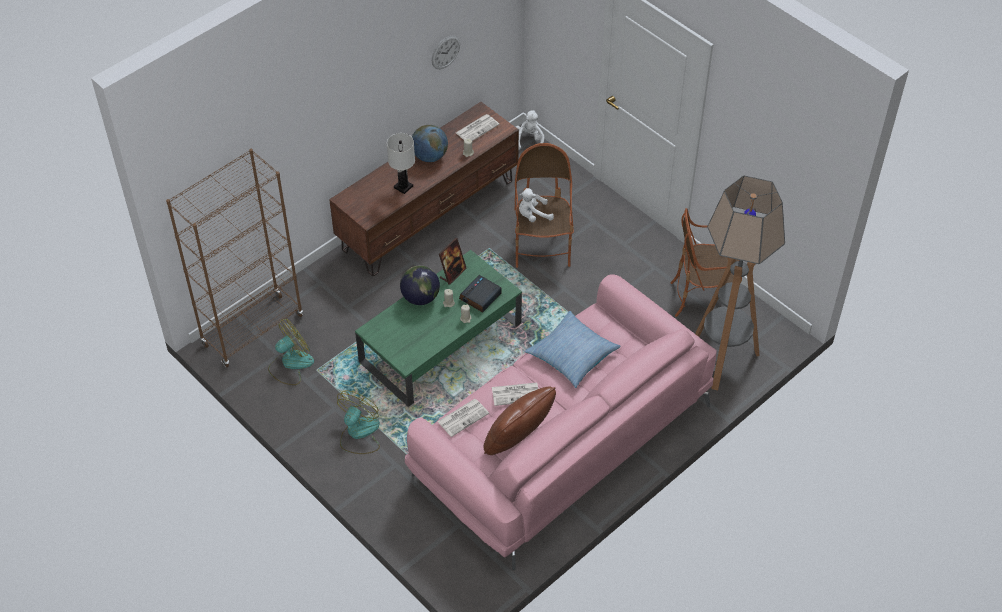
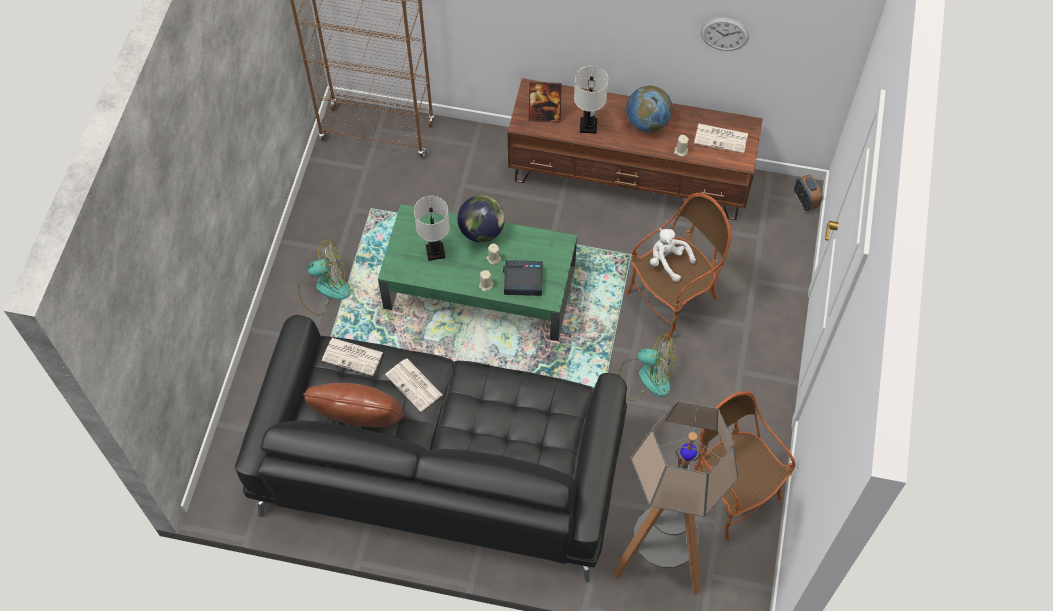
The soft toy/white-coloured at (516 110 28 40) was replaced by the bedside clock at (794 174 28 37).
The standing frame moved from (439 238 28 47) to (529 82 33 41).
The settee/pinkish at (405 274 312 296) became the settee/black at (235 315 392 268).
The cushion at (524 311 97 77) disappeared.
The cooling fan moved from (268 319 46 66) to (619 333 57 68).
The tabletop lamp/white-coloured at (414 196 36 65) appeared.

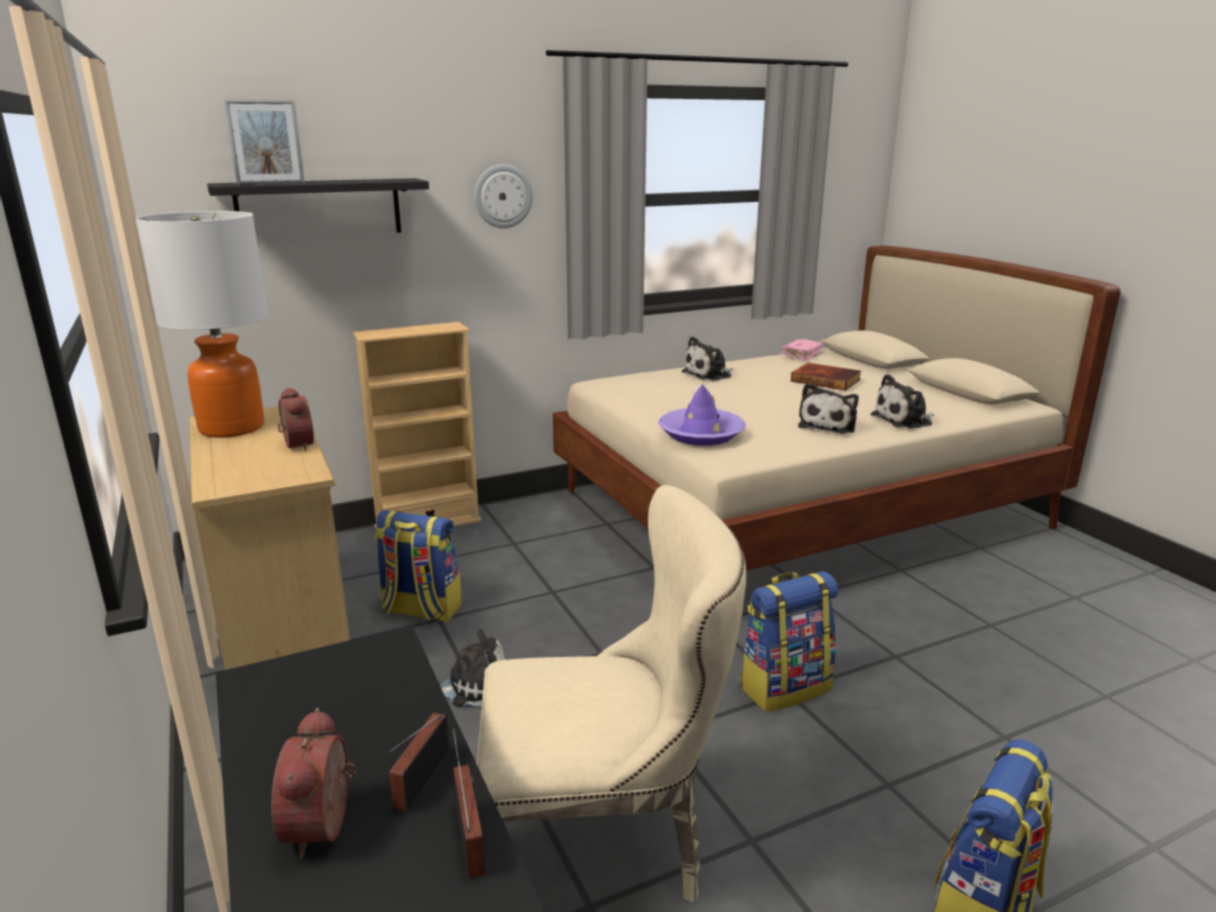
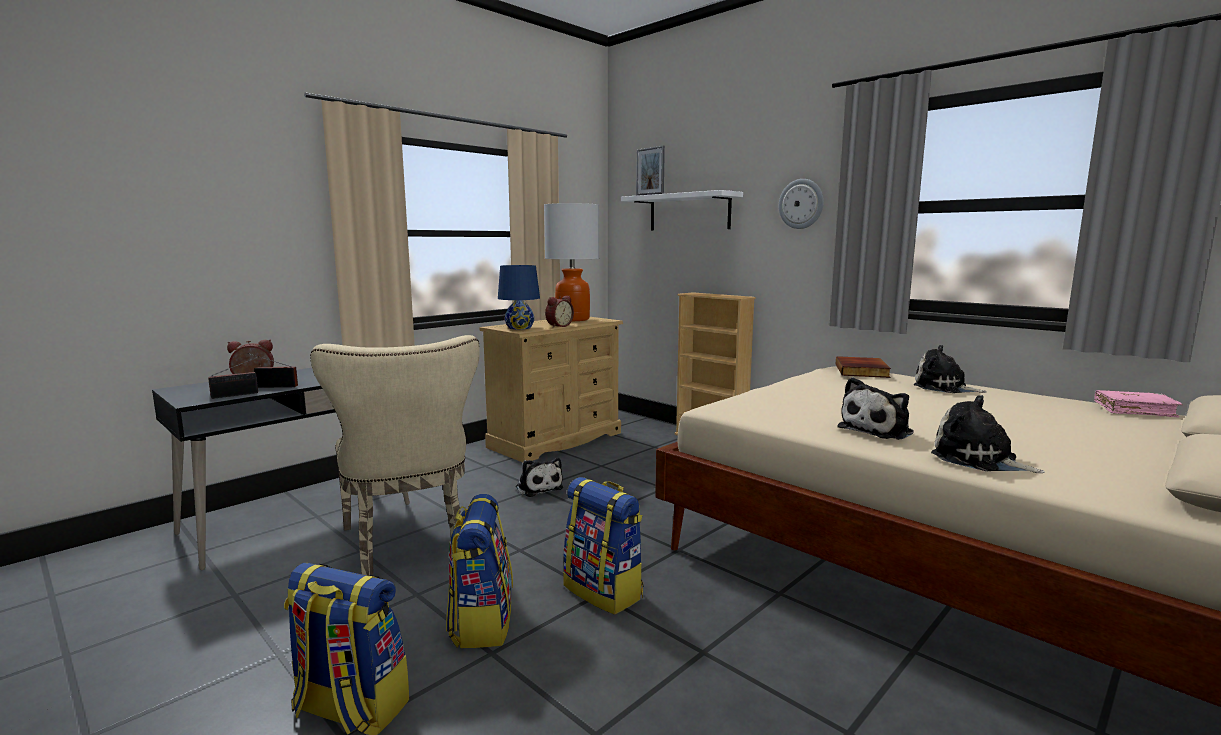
The shelf/black at (207 178 222 55) became the shelf/white-coloured at (621 190 122 40).
The book moved from (791 363 70 28) to (836 356 55 22).
The soft toy at (798 383 61 51) turned 45 degrees counterclockwise.
The hat/purple at (658 384 88 62) disappeared.
The backpack moved from (375 510 86 112) to (446 494 67 154).
The tabletop lamp/blue at (498 265 42 65) appeared.

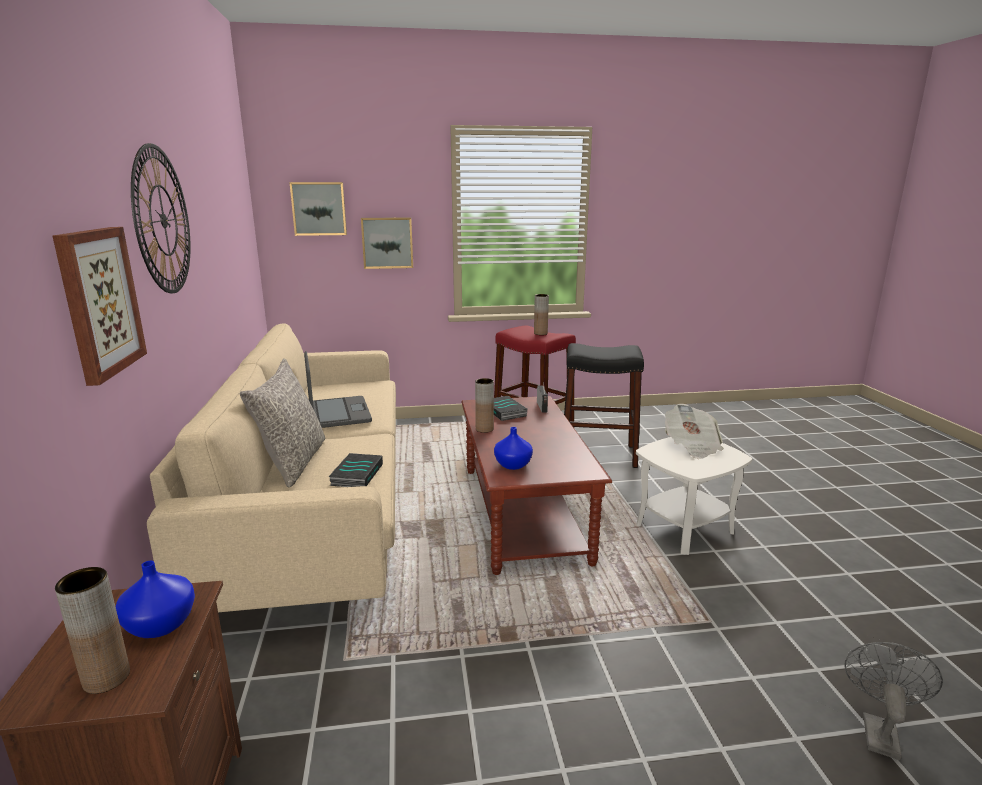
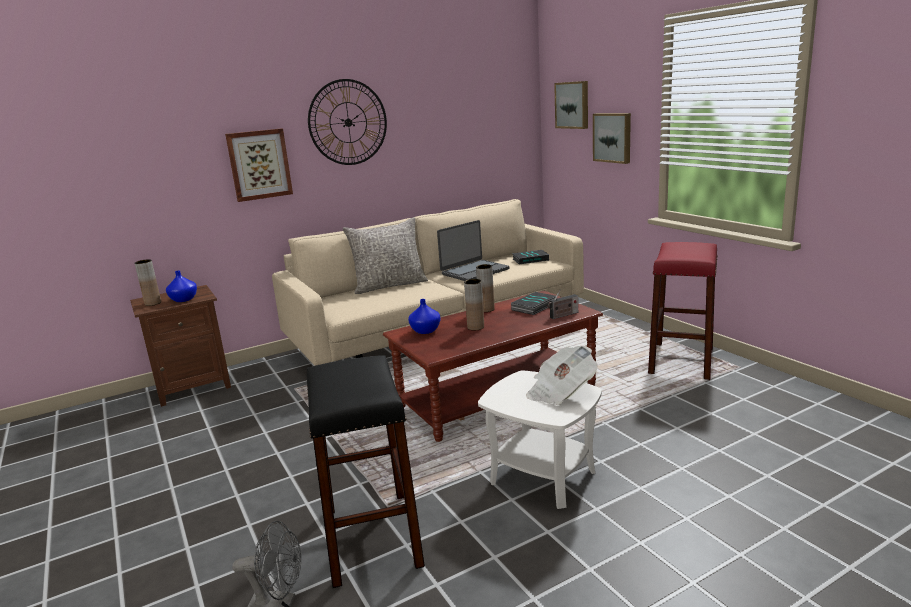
The vase/brownish moved from (534 294 15 41) to (464 279 20 51).
The sitting stool/black moved from (564 343 80 125) to (307 355 118 233).
The book moved from (328 453 55 34) to (512 250 37 14).

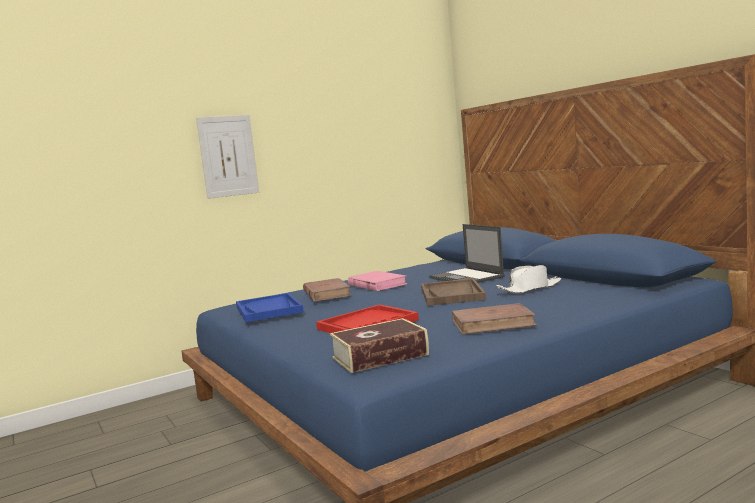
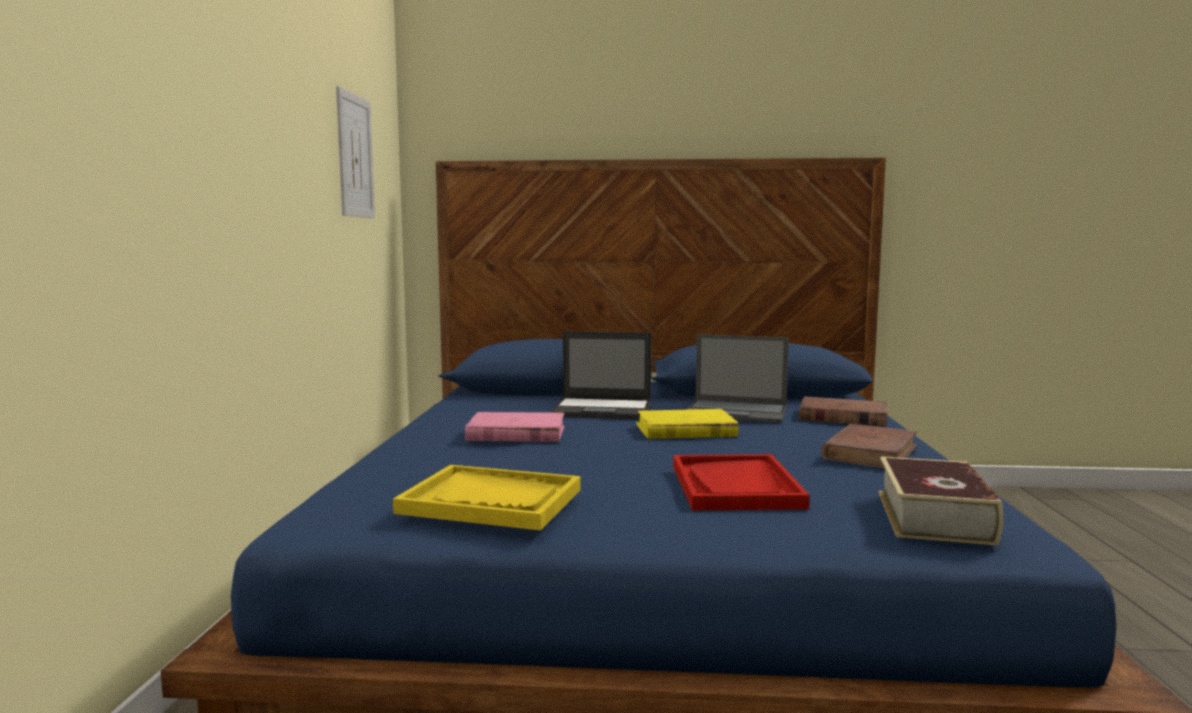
The wall picture moved from (196 115 63 84) to (336 86 39 132).
The hat/white-coloured at (496 265 65 28) was replaced by the portable computer at (687 334 102 89).
The book/brownish moved from (303 278 49 23) to (799 396 88 30).
The tray/brownish at (421 278 65 28) was replaced by the book/yellow-coloured at (636 409 103 30).
The tray/blue at (236 293 68 29) became the tray/yellow-coloured at (393 465 188 65).

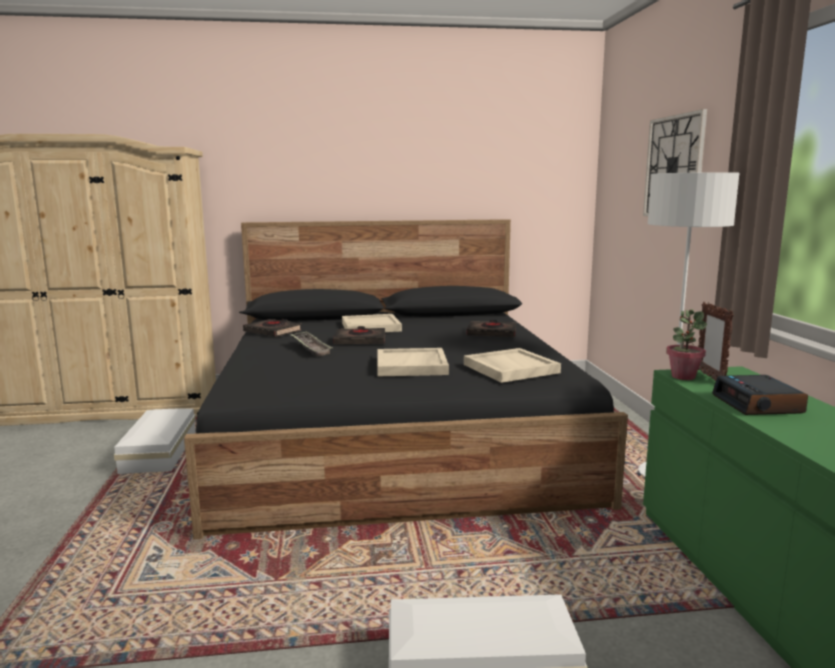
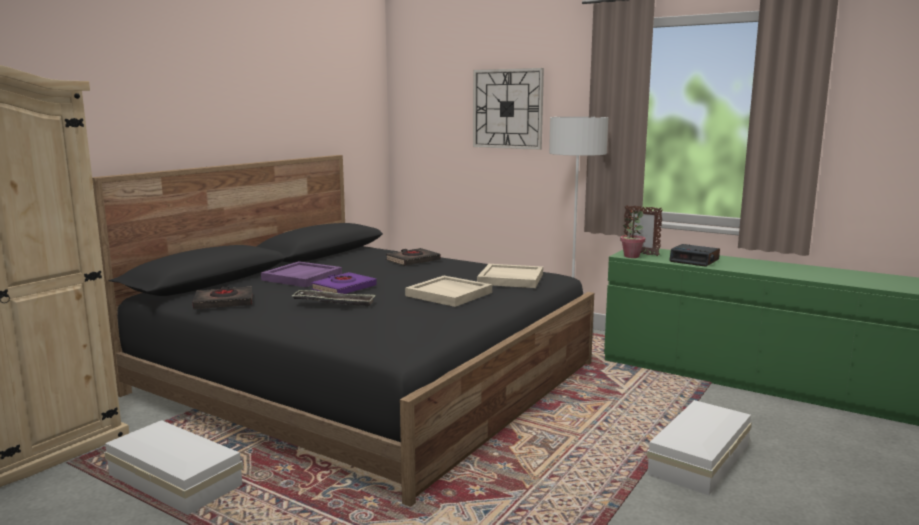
The tray/beige at (342 314 60 18) became the tray/purple at (261 261 81 26).
The book/black at (333 326 52 18) became the book/purple at (311 272 66 22).

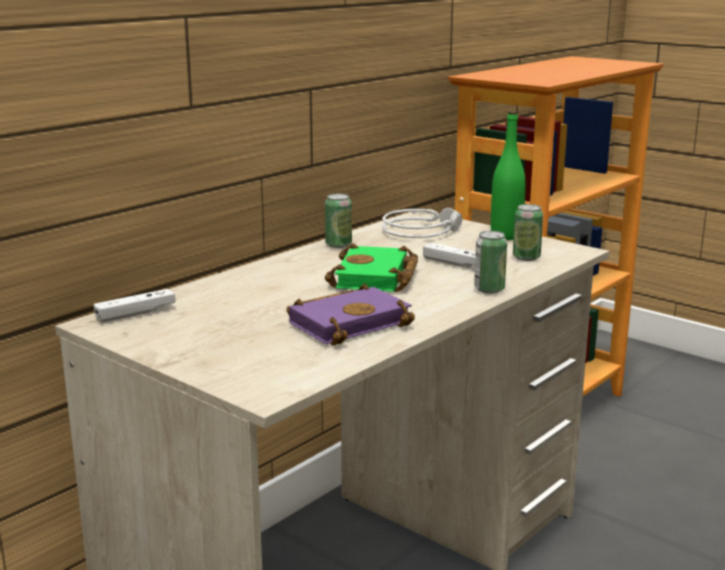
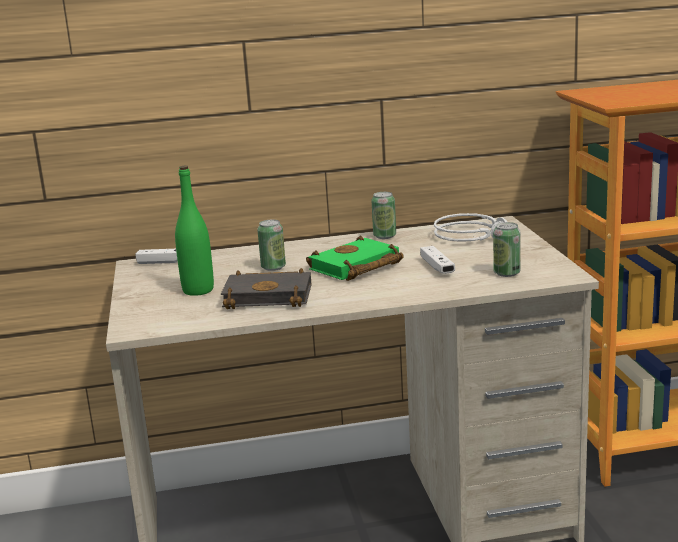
The bottle/greenish moved from (491 111 35 129) to (175 166 39 130).
The metal can moved from (474 231 33 63) to (257 220 29 51).
The book/purple at (287 283 128 62) became the book/black at (221 268 91 41).

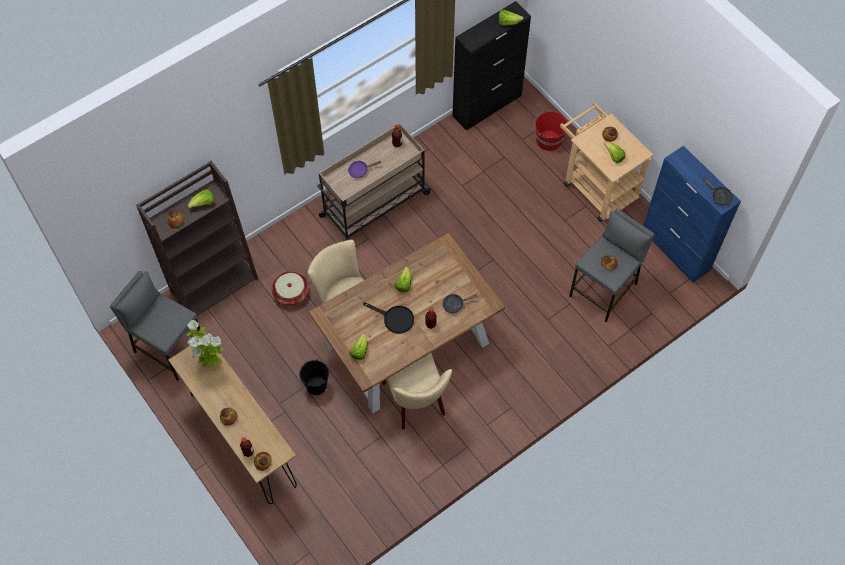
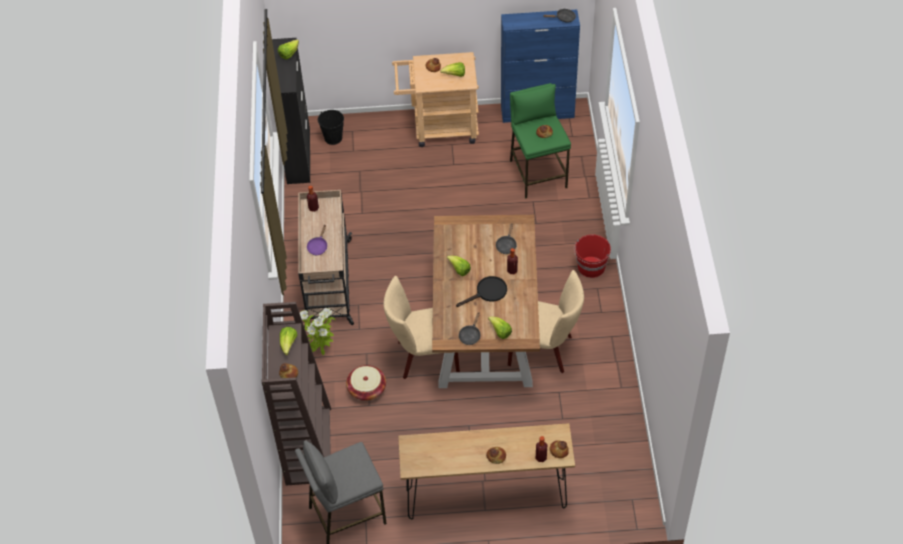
The water bucket/reddish moved from (534 110 34 41) to (574 234 37 44).
The sitting stool/grey at (569 209 86 113) became the sitting stool/greenish at (510 83 61 116).
The houseplant moved from (187 320 37 47) to (300 308 35 47).
The water bucket/black moved from (299 359 30 36) to (318 110 26 35).
The skillet/black at (459 312 22 33) appeared.

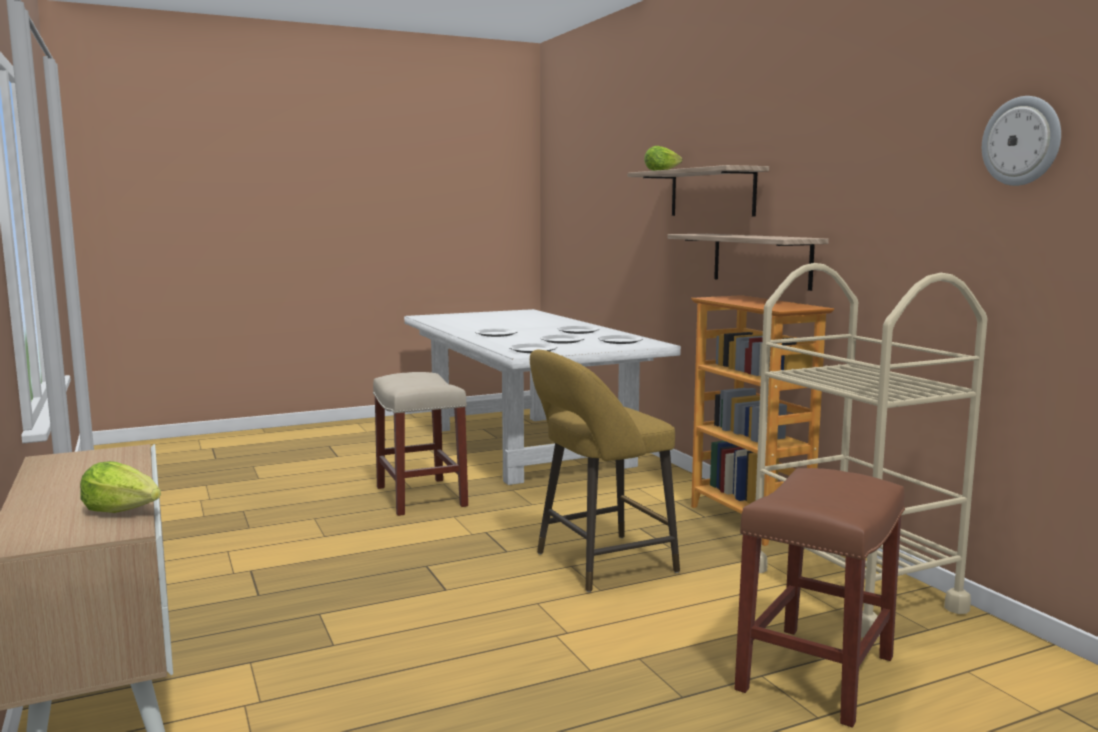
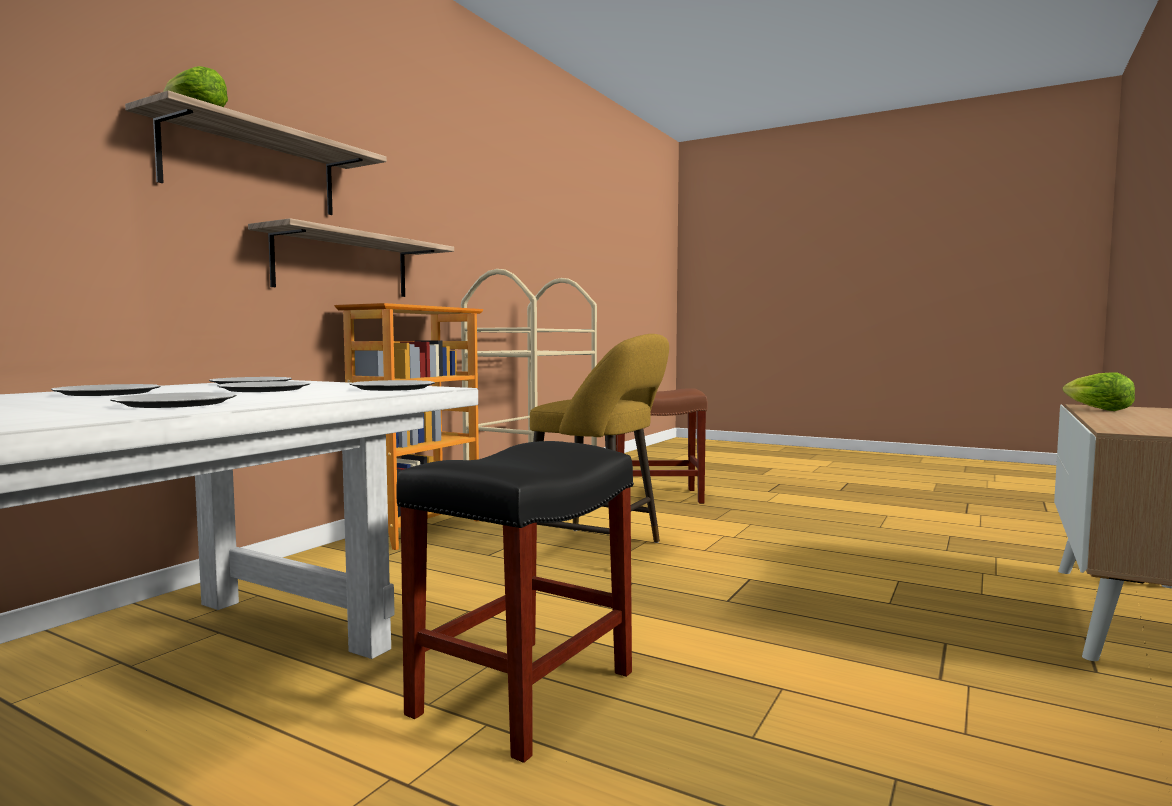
The hanging clock at (982 96 79 90) disappeared.
The sitting stool/beige at (373 372 95 144) became the sitting stool/black at (396 441 238 322).

